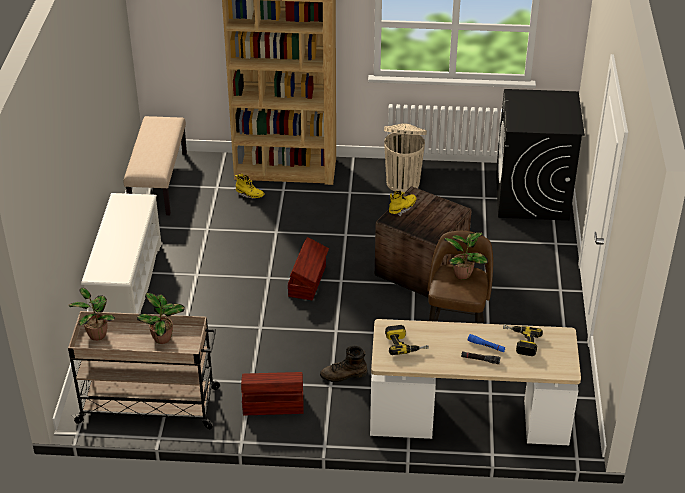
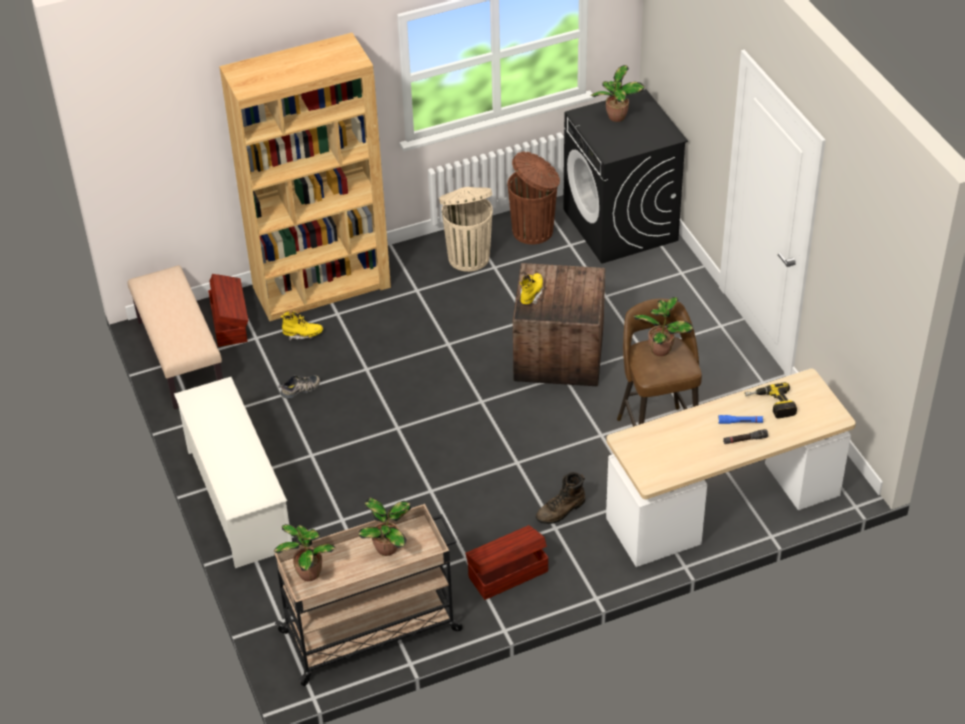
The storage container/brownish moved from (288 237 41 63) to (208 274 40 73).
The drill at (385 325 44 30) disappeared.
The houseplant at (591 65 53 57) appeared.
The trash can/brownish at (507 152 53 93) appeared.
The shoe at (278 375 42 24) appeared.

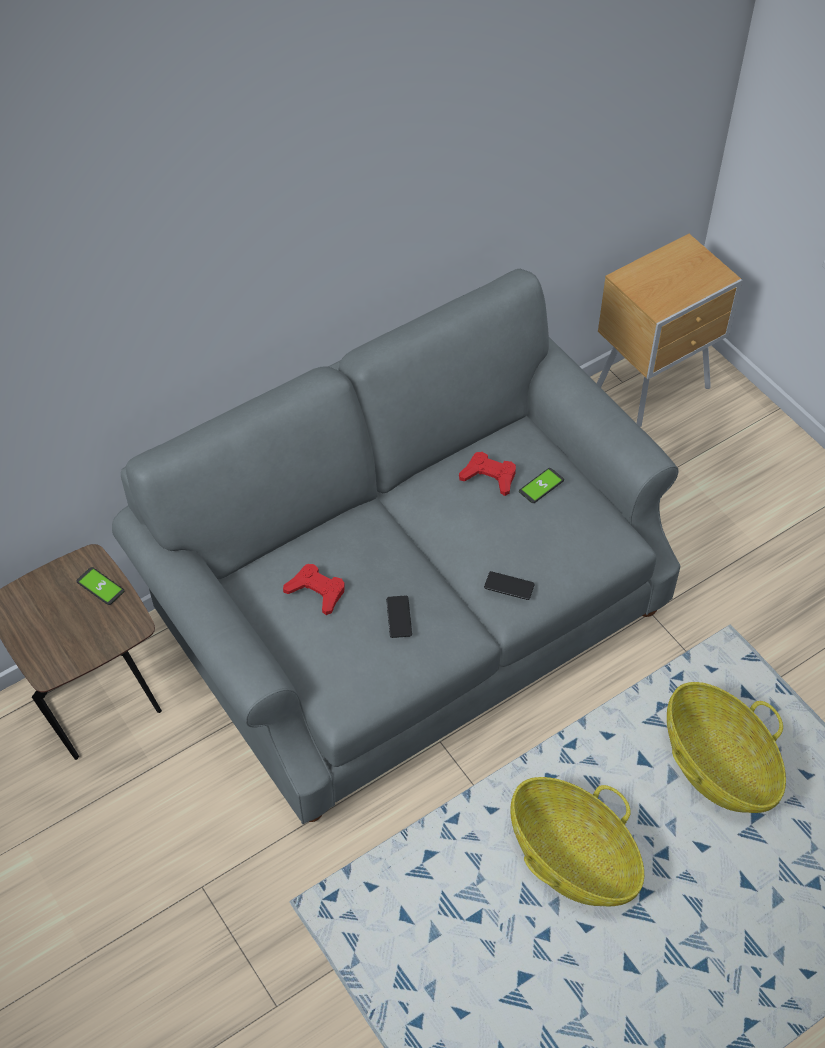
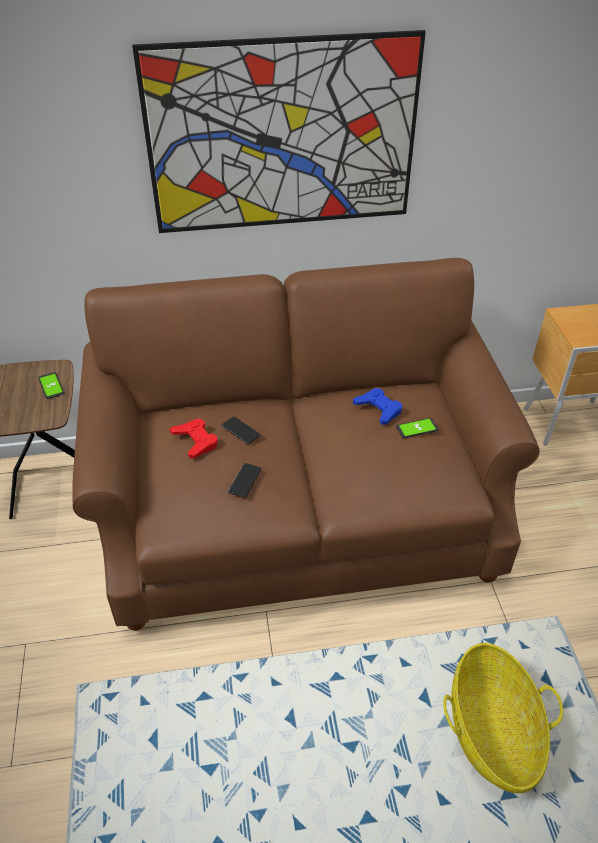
The settee/grey at (112 269 568 555) became the settee/brownish at (72 258 468 373).
The joypad/reddish at (459 452 57 44) became the joypad/blue at (353 388 49 37).
The phone moved from (484 571 51 29) to (222 417 38 27).
The household basket at (510 777 134 129) disappeared.
The wall picture at (132 30 294 203) appeared.

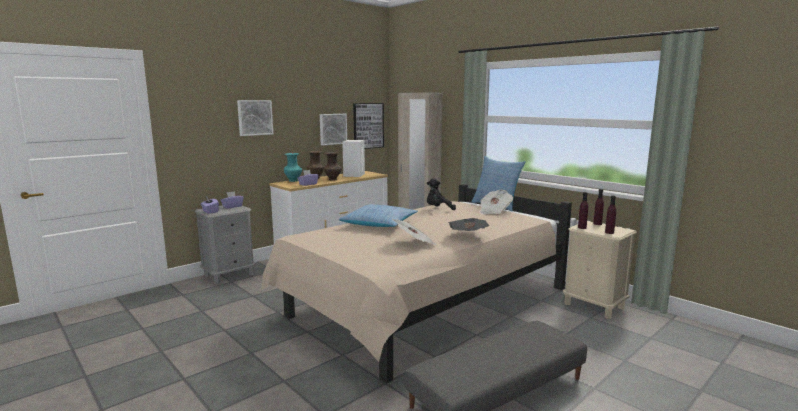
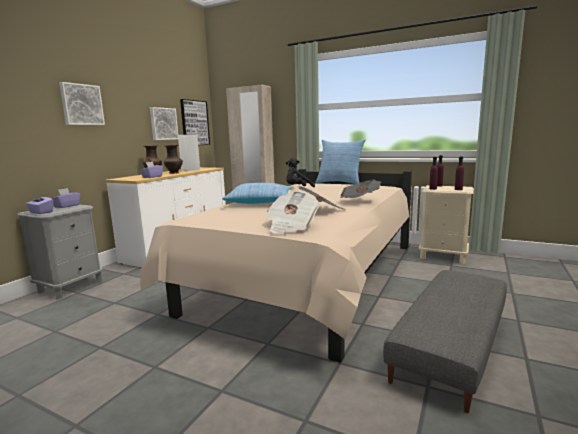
The vase/turquoise at (284 153 18 29) disappeared.
The daily paper moved from (479 190 34 25) to (267 191 53 43).

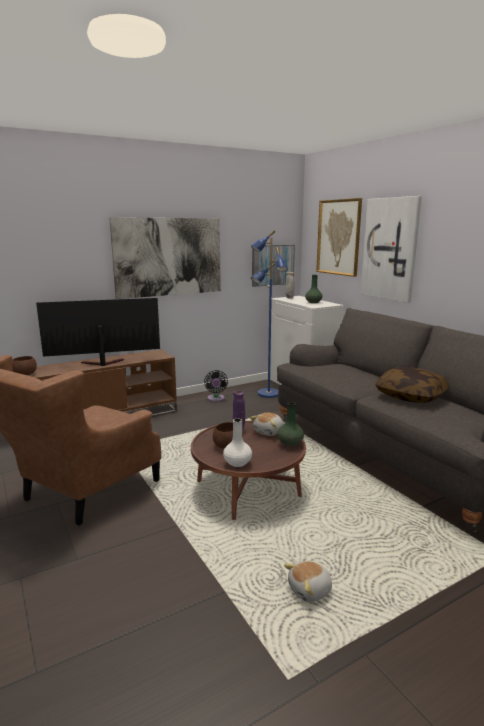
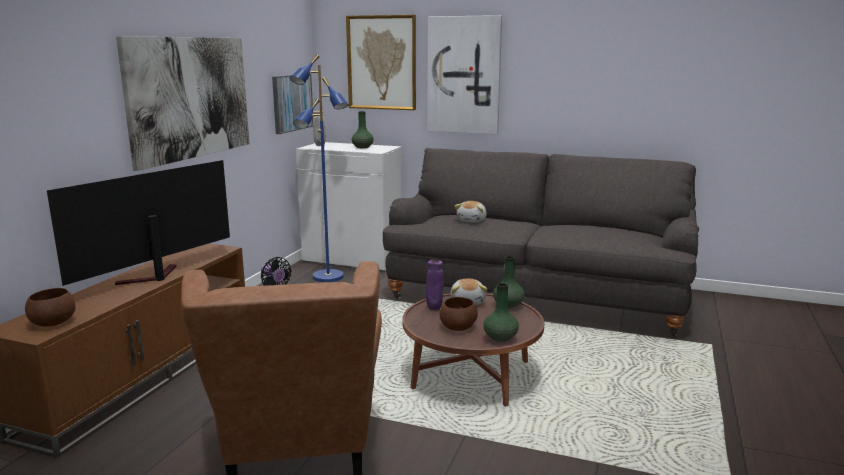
The cushion at (375 367 74 36) disappeared.
The vase/white-coloured at (223 418 29 49) became the vase/greenish at (483 283 36 59).
The soft toy moved from (284 561 48 41) to (454 201 33 21).

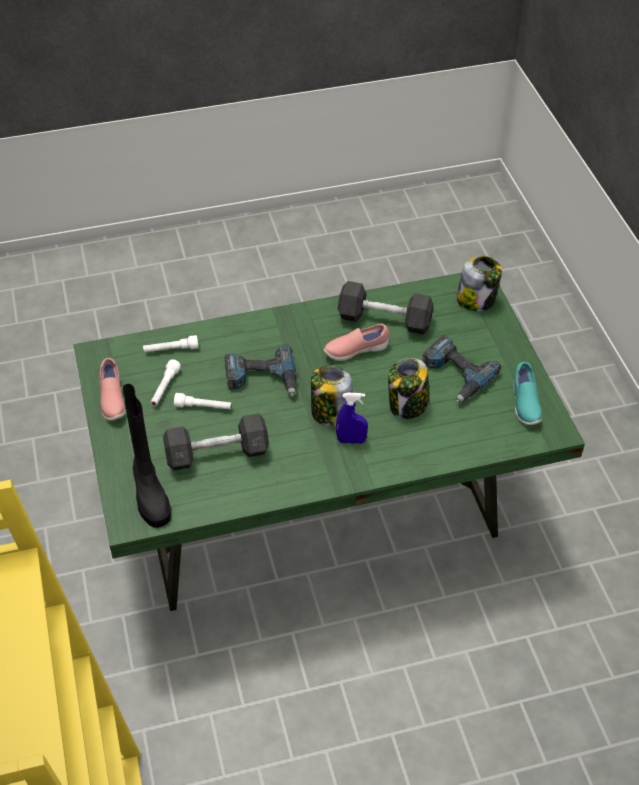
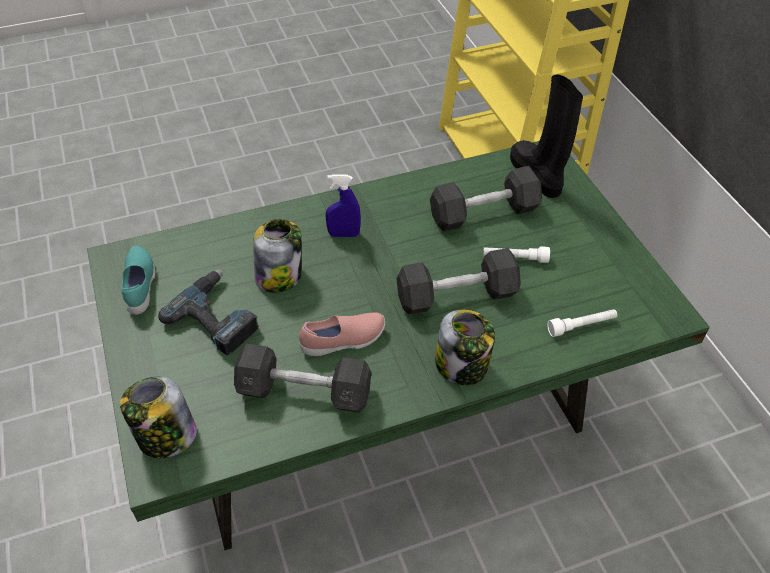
The drill at (224 344 73 52) was replaced by the free weight/grey at (396 248 125 67).
The shoe/pinkish at (99 358 27 63) disappeared.
The flashlight/white-coloured at (150 359 31 47) disappeared.
The storage jar moved from (311 365 42 62) to (435 309 60 76).

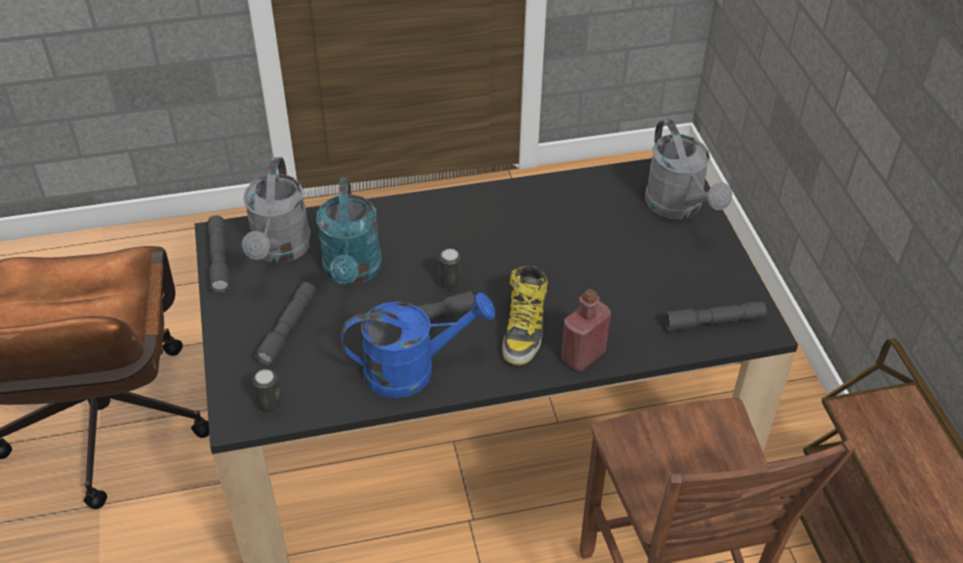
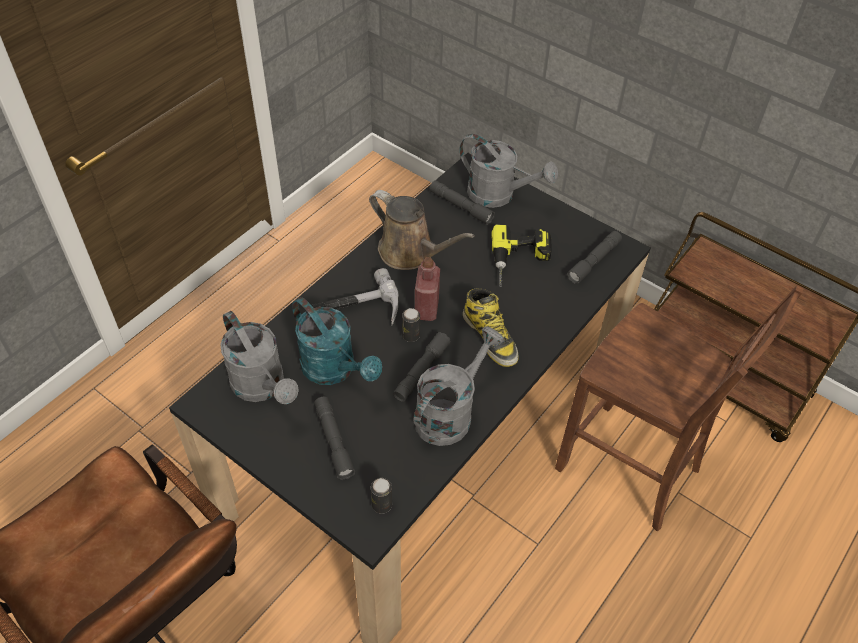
The flashlight/grey moved from (208 215 22 79) to (429 180 66 45).
The bottle/reddish moved from (561 289 50 82) to (415 257 25 64).
The sprinkling can/blue at (341 292 154 106) became the sprinkling can/grey at (414 327 90 119).
The sprinkling can/brownish at (369 190 105 80) appeared.
The drill at (492 224 60 63) appeared.
The tool hammer at (312 268 87 58) appeared.

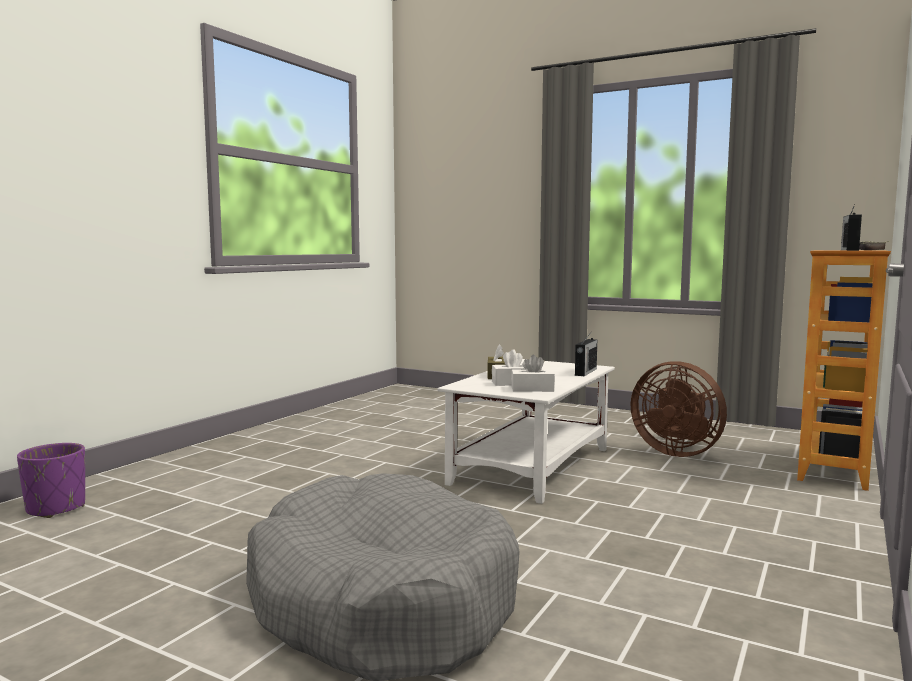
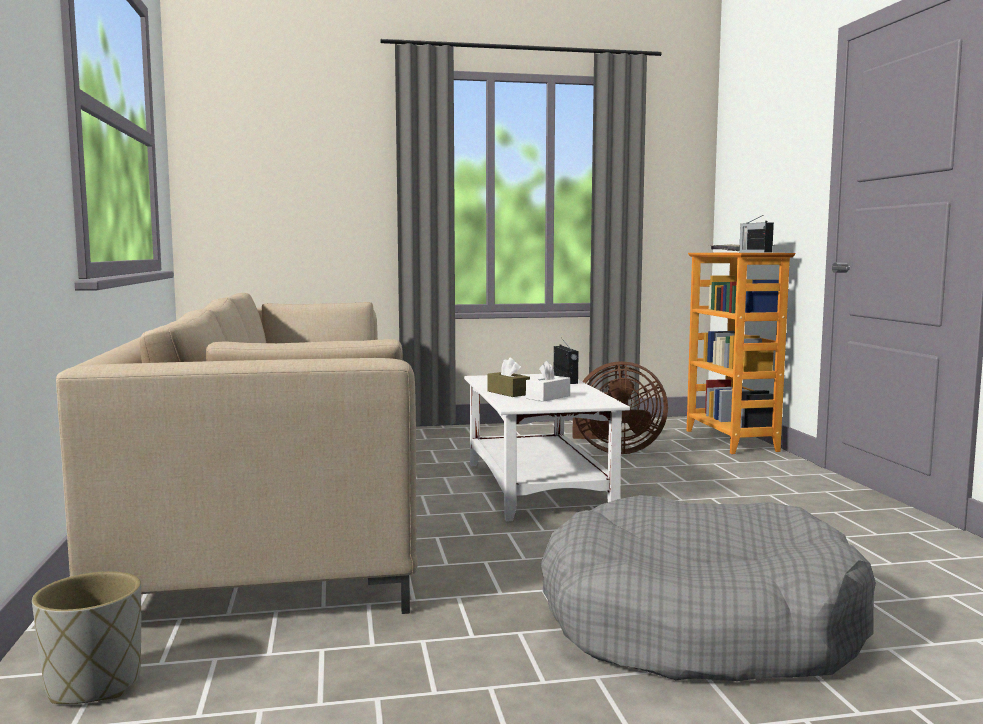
The box of tissues/white-coloured at (511 355 44 37) disappeared.
The planter/purple at (17 443 68 75) became the planter/grey at (32 571 109 133).
The settee/beige at (56 293 362 321) appeared.

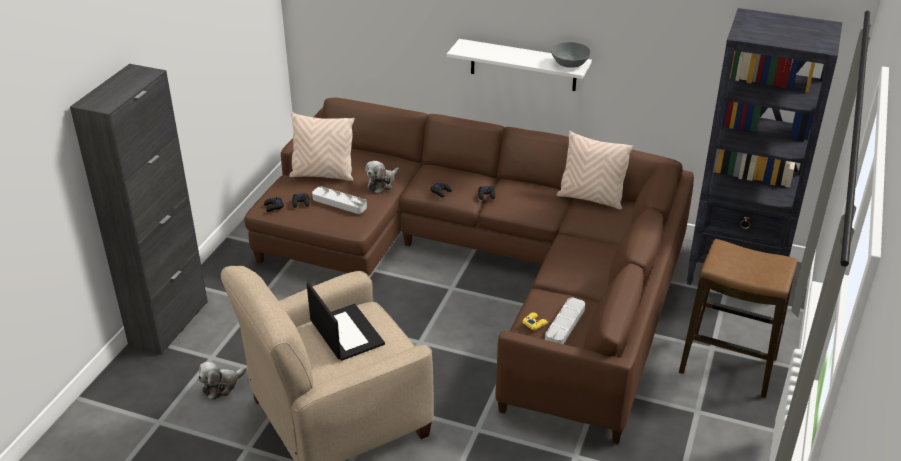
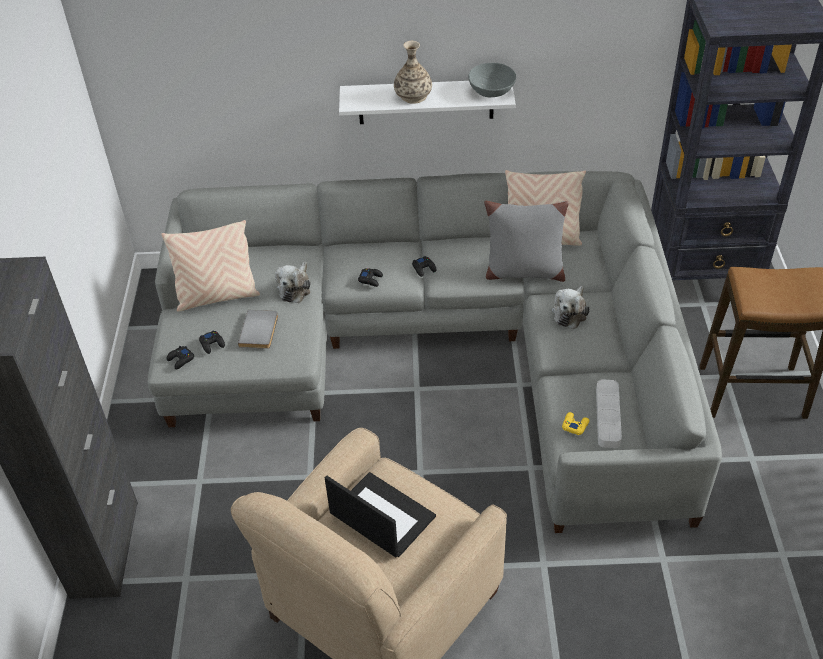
The settee/brownish at (244 97 450 347) became the settee/grey at (148 171 574 362).
The tray/grey at (312 187 55 27) was replaced by the book/grey at (238 310 40 39).
The soft toy moved from (198 362 49 38) to (552 286 38 43).
The vase at (394 41 38 63) appeared.
The cushion/grey at (484 201 84 81) appeared.

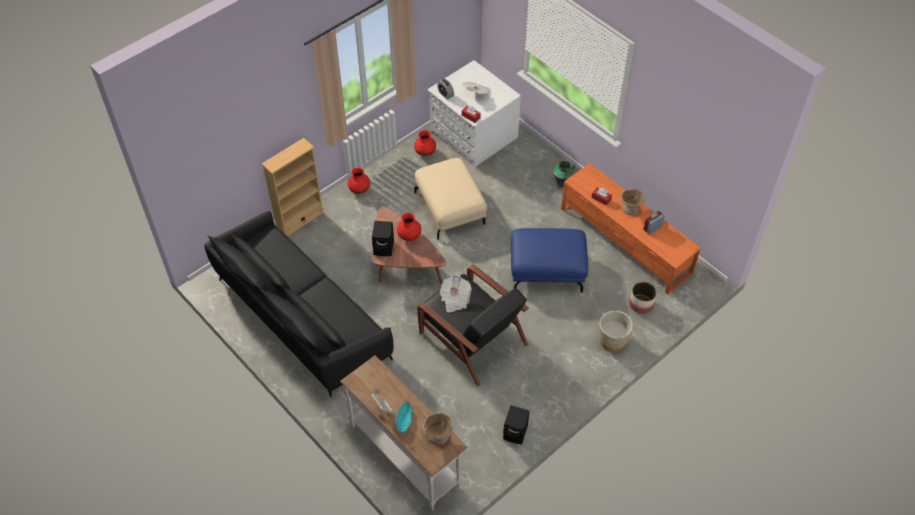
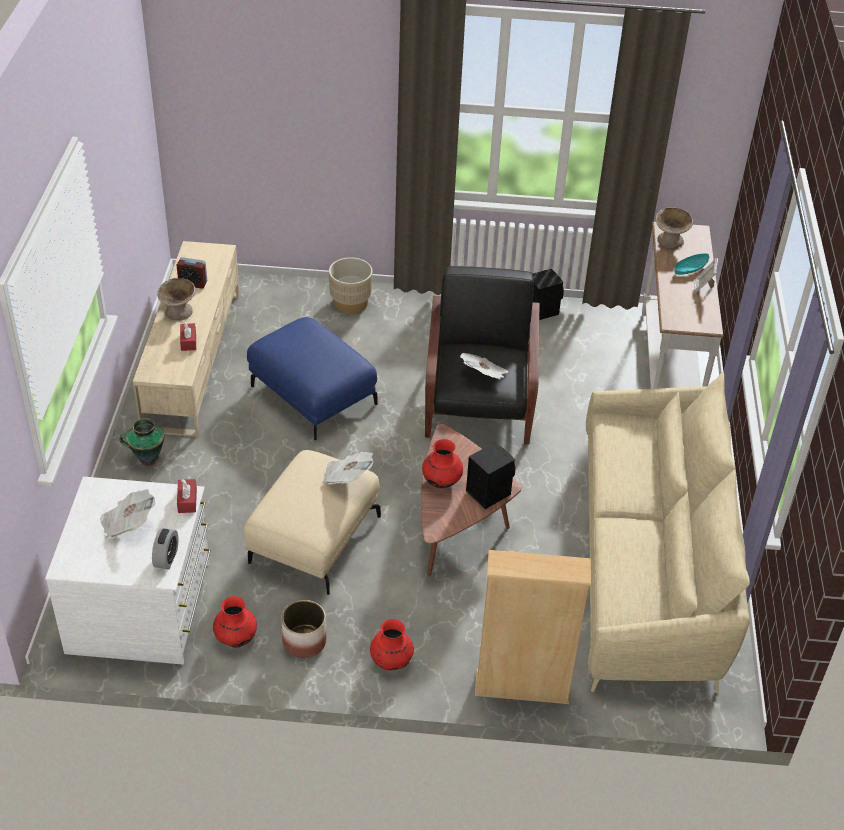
The tv unit/orange at (561 163 140 132) became the tv unit/beige at (133 241 107 196).
The settee/black at (204 211 189 186) became the settee/beige at (586 372 164 321).
The planter moved from (629 282 28 32) to (281 600 45 58).
The daily paper at (323 452 50 32) appeared.

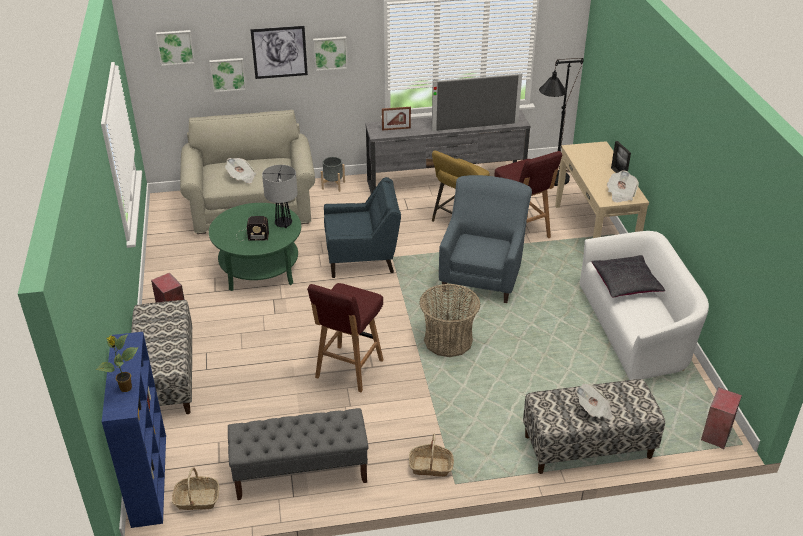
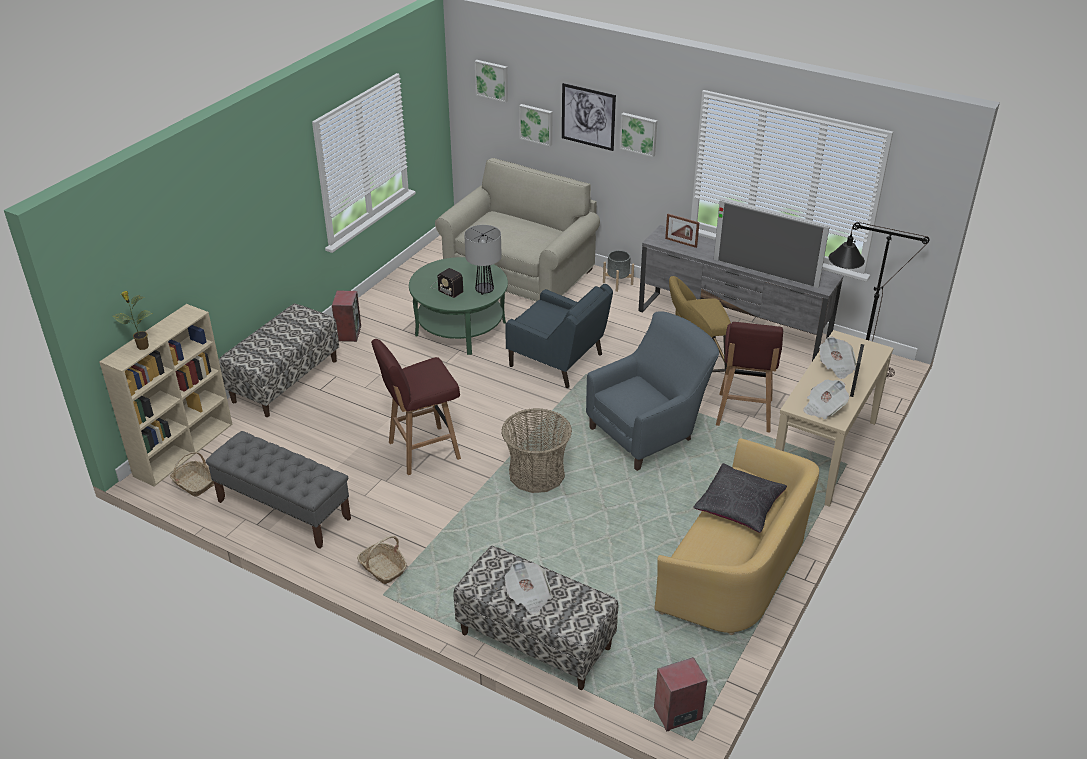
The daily paper moved from (225 158 31 26) to (819 337 38 42).
The settee/white-coloured at (579 231 130 149) became the settee/yellow-coloured at (655 438 164 197).
The bookshelf/blue at (102 332 64 196) became the bookshelf/beige at (99 304 133 183).

